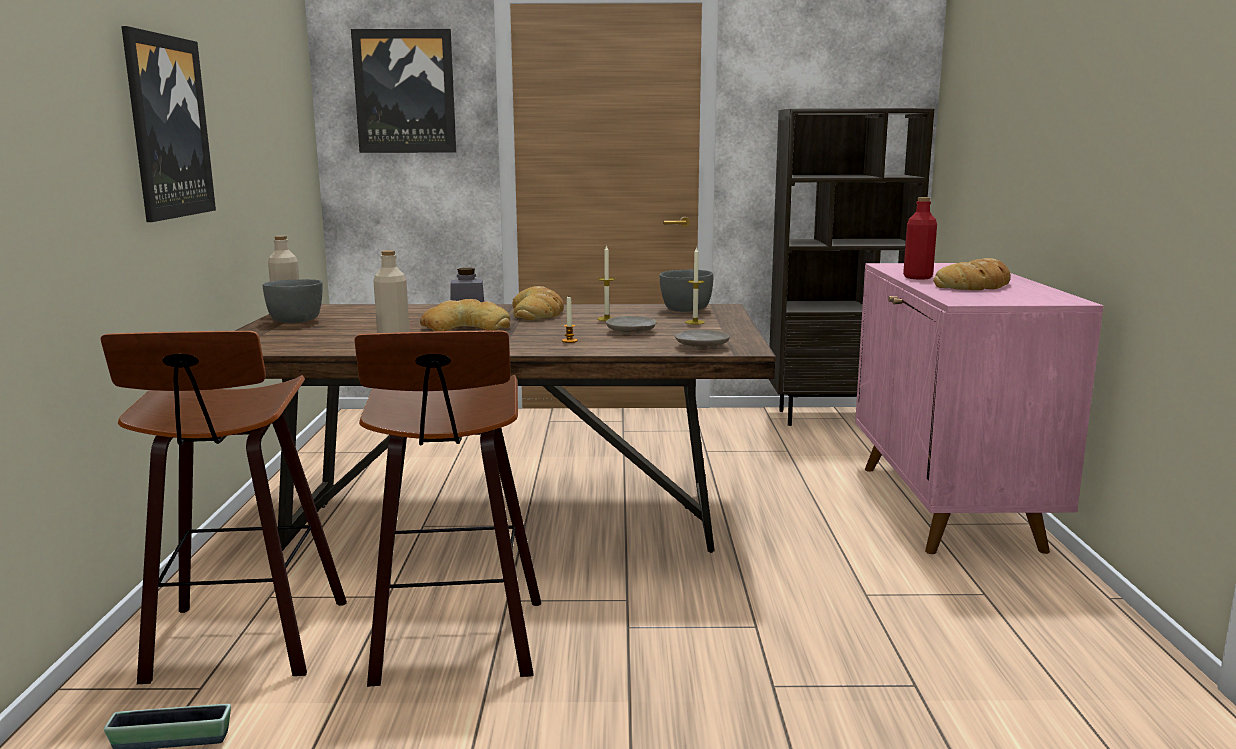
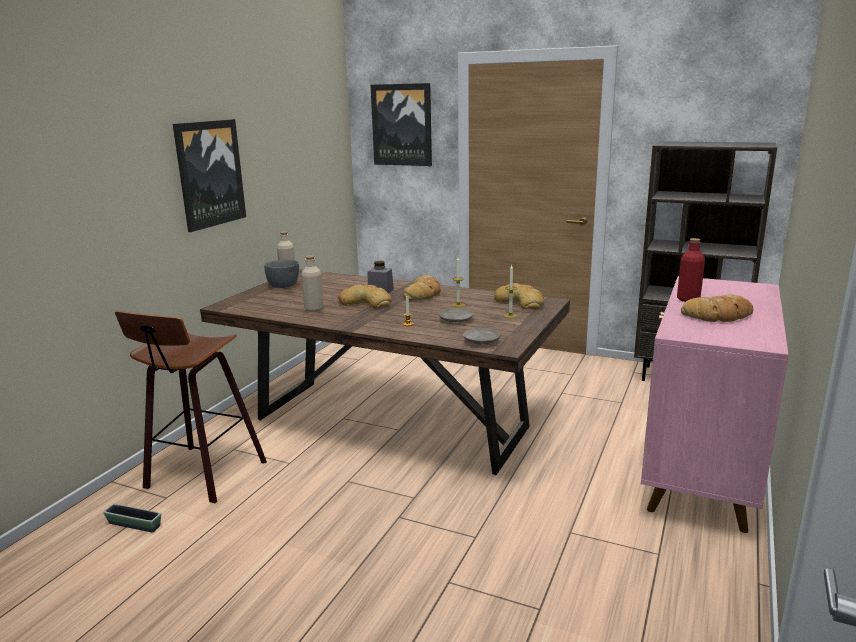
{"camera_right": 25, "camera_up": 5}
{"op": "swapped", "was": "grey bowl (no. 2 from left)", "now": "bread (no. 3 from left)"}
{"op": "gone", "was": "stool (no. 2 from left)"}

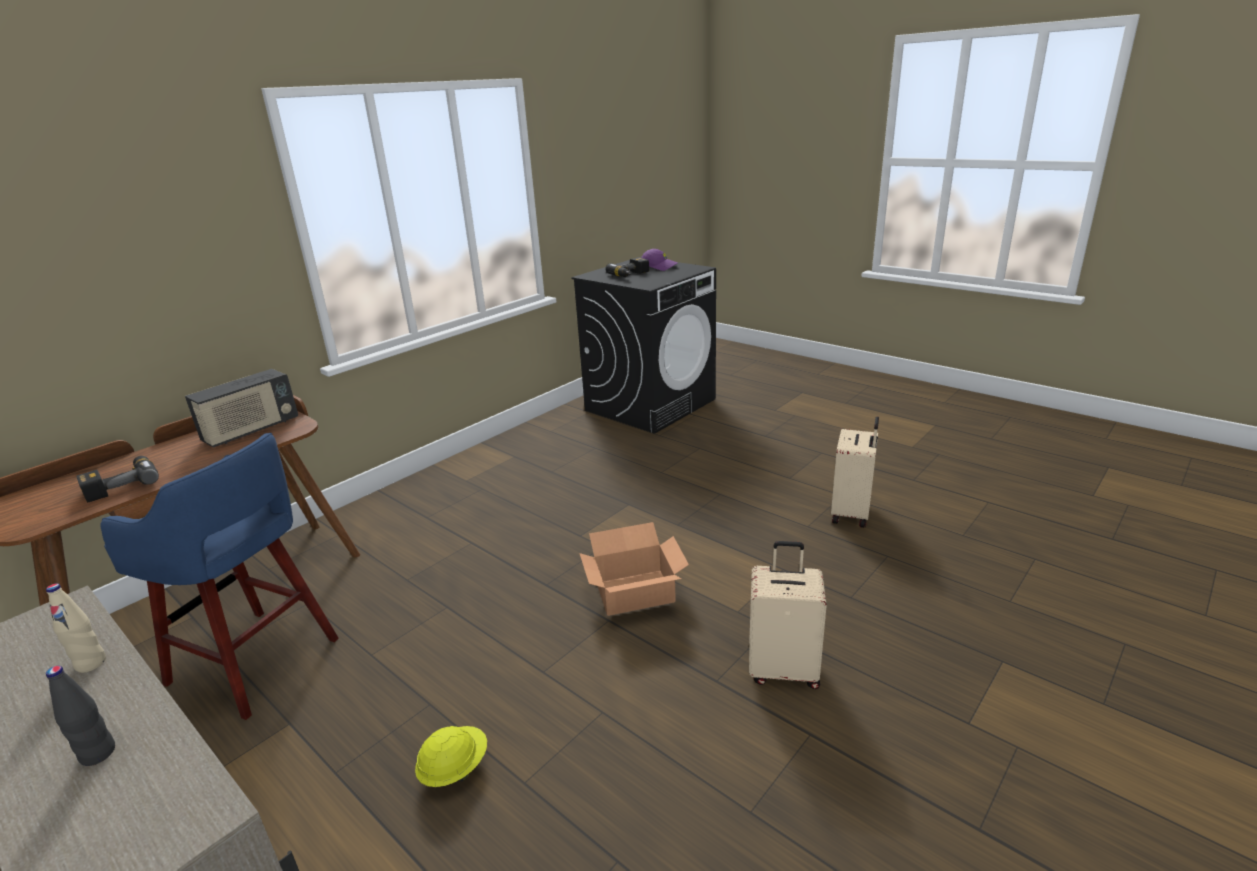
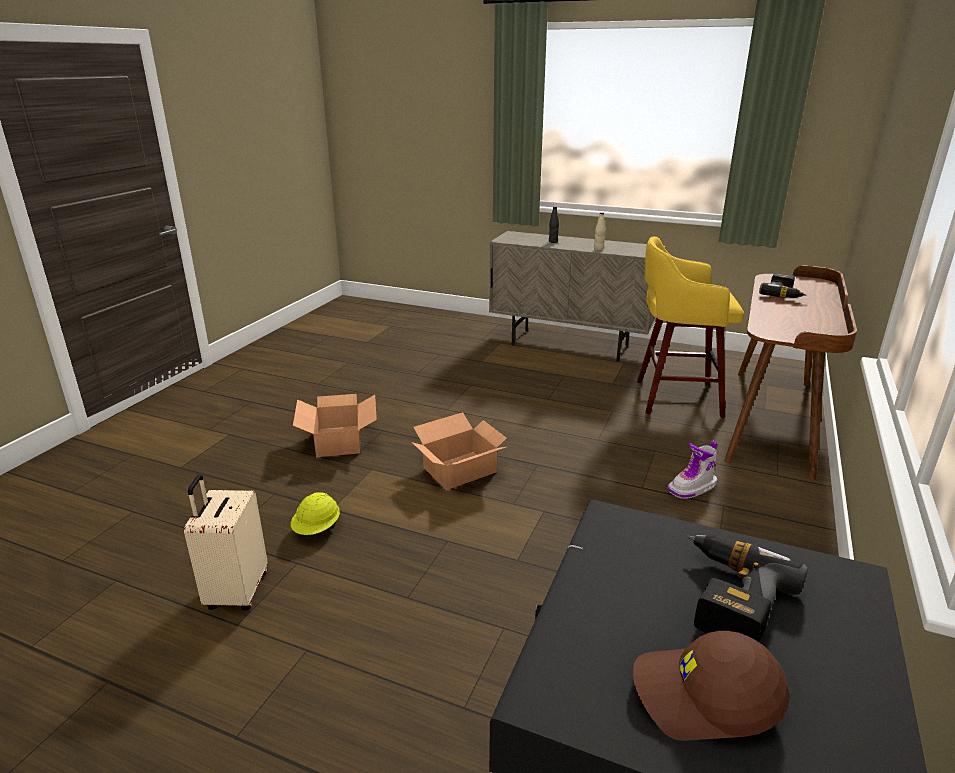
{"camera_right": 160, "camera_up": 0}
{"op": "shifted", "was": "yellow hard hat"}
{"op": "swapped", "was": "beige suitcase (no. 1 from left)", "now": "cardboard box (no. 1 from left)"}
{"op": "repainted", "was": "purple cap", "now": "brown cap"}
{"op": "repainted", "was": "blue stool", "now": "yellow stool"}
{"op": "new", "now": "boot"}
{"op": "gone", "was": "radio"}

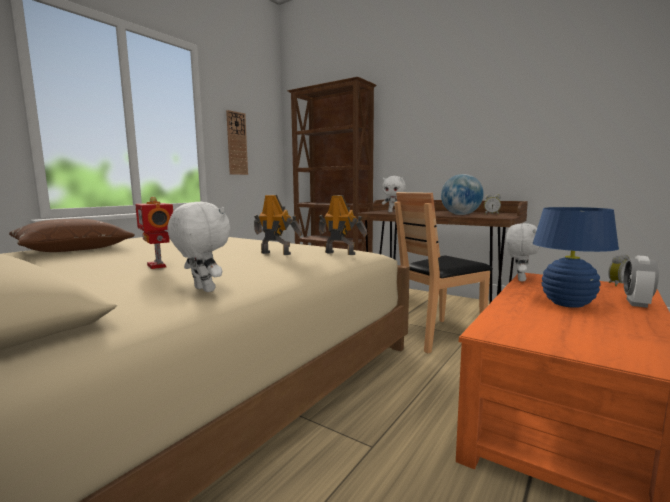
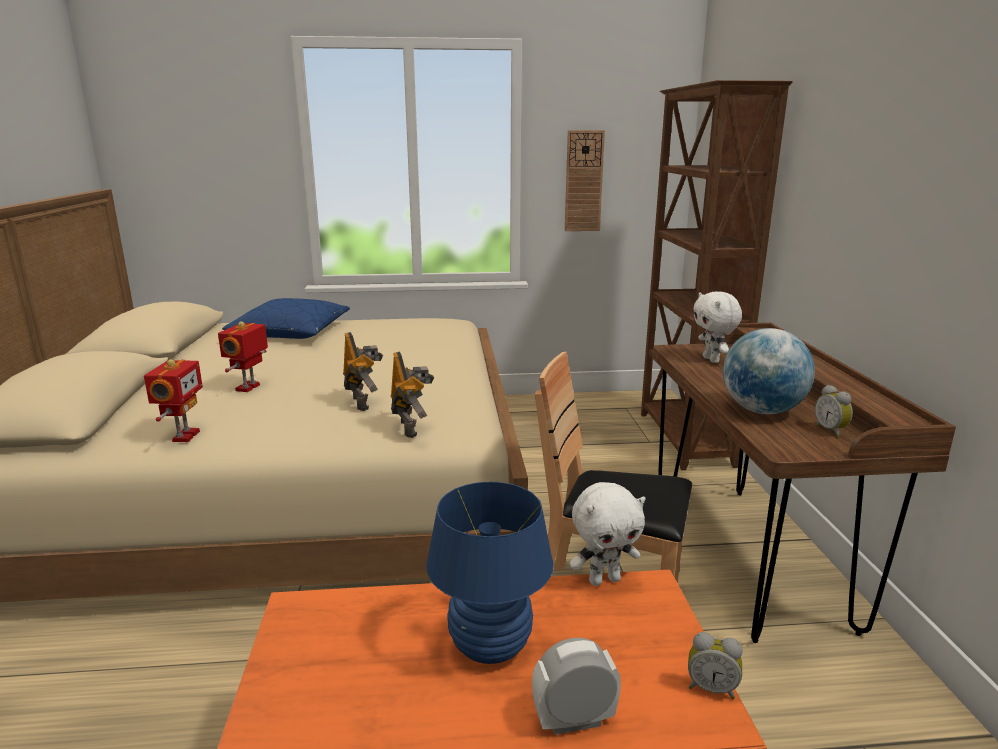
{"camera_right": 50, "camera_up": 10}
{"op": "swapped", "was": "white plush toy (no. 1 from left)", "now": "toy robot (no. 1 from left)"}
{"op": "repainted", "was": "brown pillow", "now": "blue pillow"}

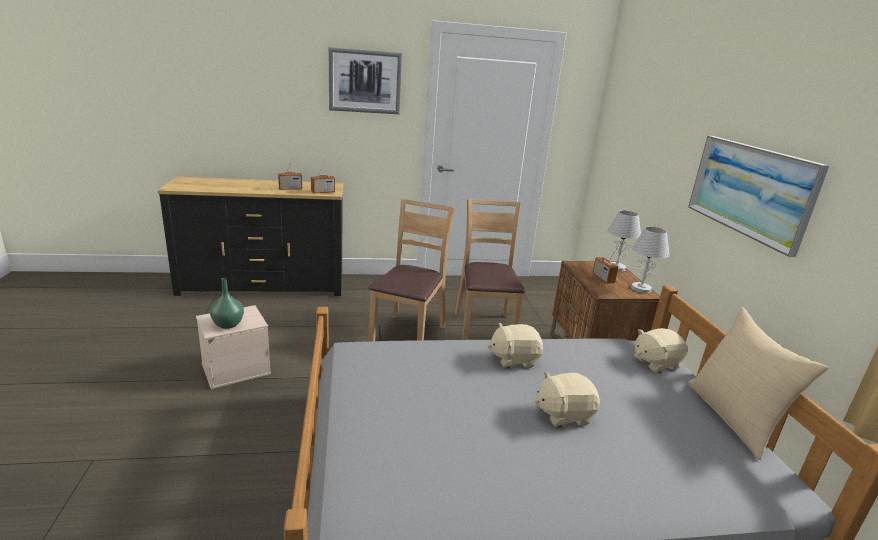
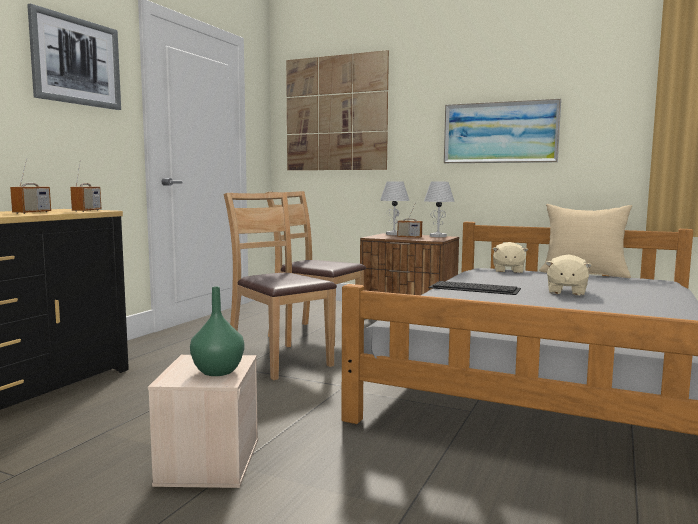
{"camera_right": -55, "camera_up": -15}
{"op": "new", "now": "picture (no. 2 from left)"}
{"op": "swapped", "was": "beige plush toy (no. 1 from left)", "now": "keyboard"}

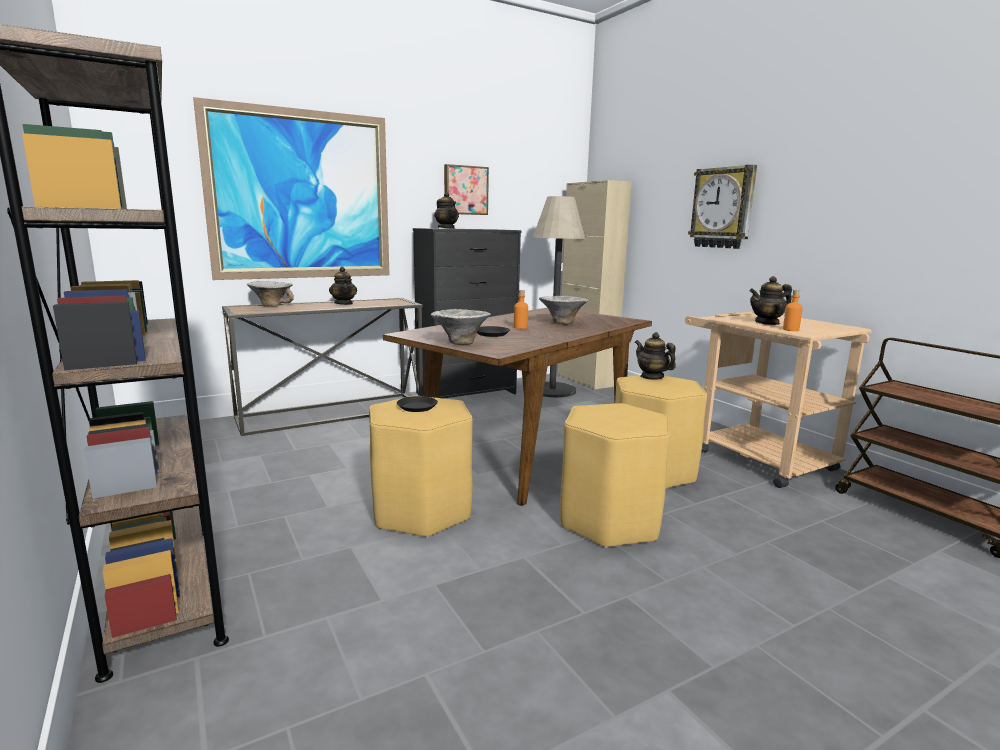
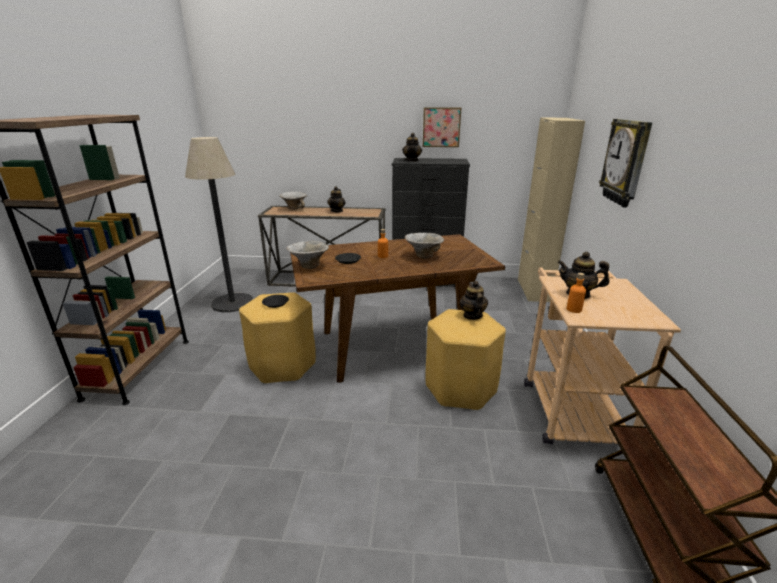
{"camera_right": 35, "camera_up": 10}
{"op": "shifted", "was": "floor lamp"}
{"op": "gone", "was": "picture (no. 1 from left)"}
{"op": "gone", "was": "yellow stool (no. 2 from left)"}

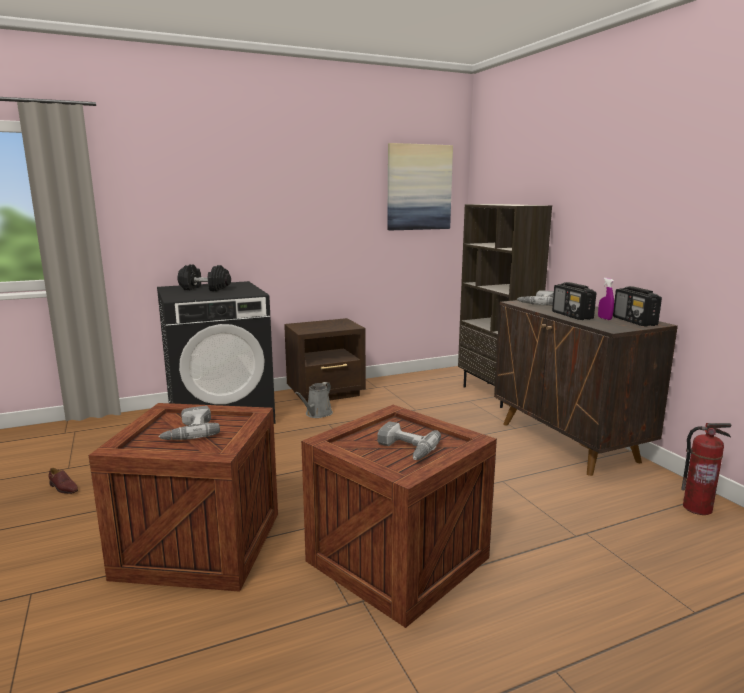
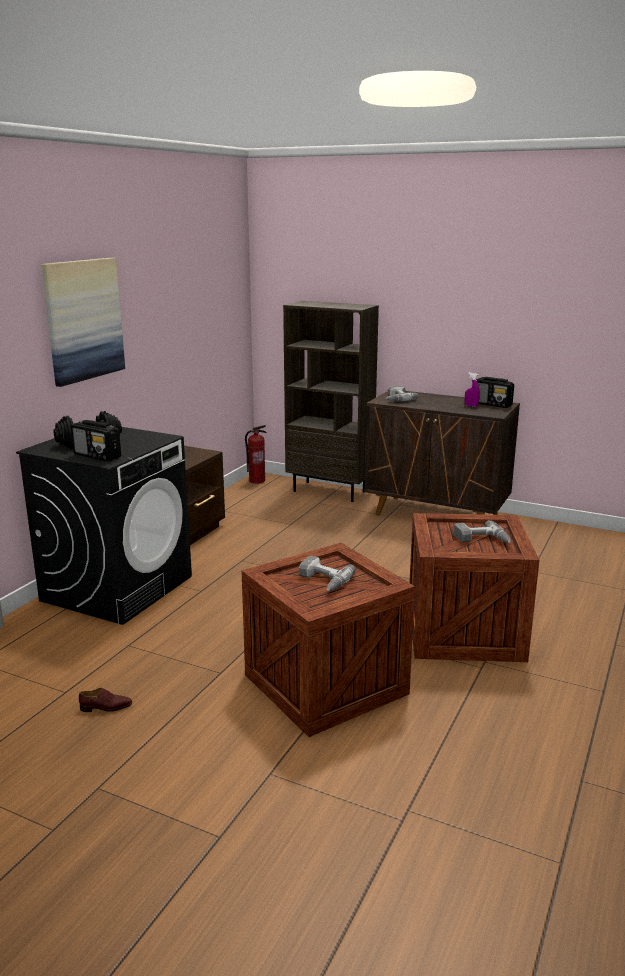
{"camera_right": -40, "camera_up": 5}
{"op": "shifted", "was": "picture"}
{"op": "shifted", "was": "radio (no. 1 from left)"}
{"op": "shifted", "was": "fire extinguisher"}
{"op": "gone", "was": "grey watering can"}

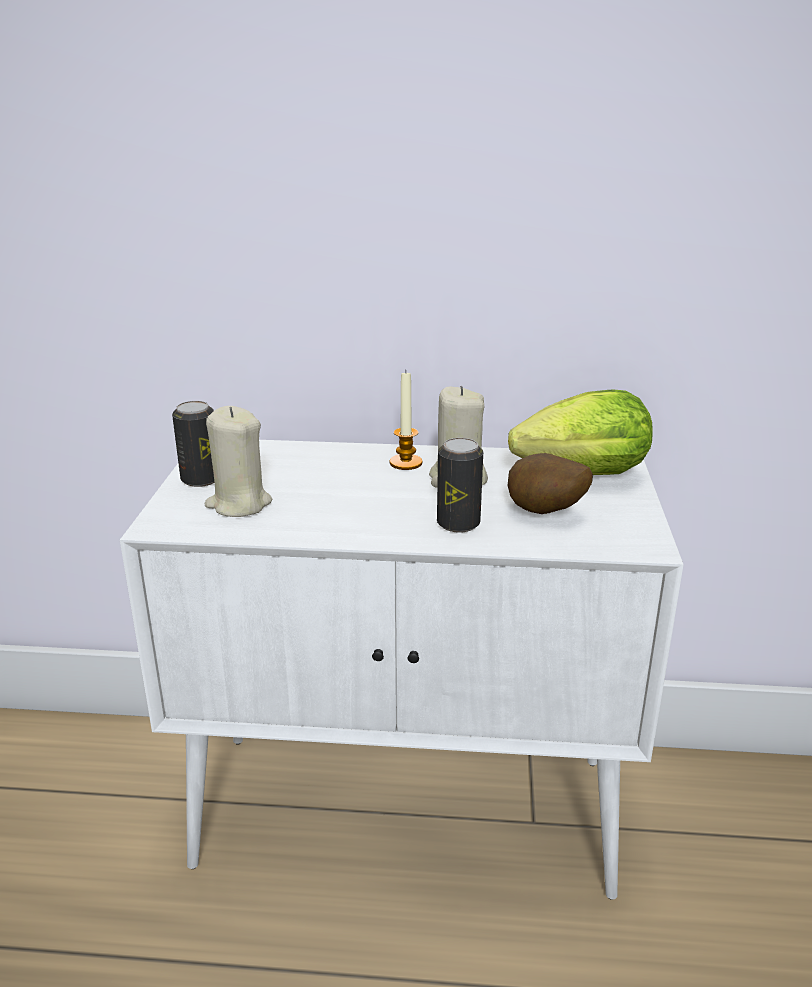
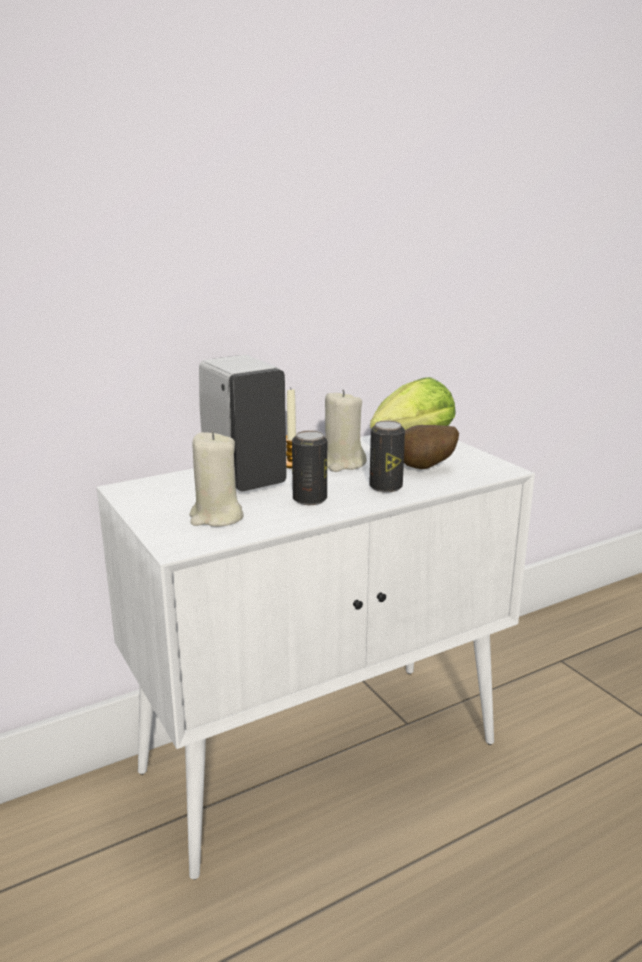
{"camera_right": -35, "camera_up": -5}
{"op": "new", "now": "white soap dispenser"}
{"op": "shifted", "was": "can (no. 1 from left)"}

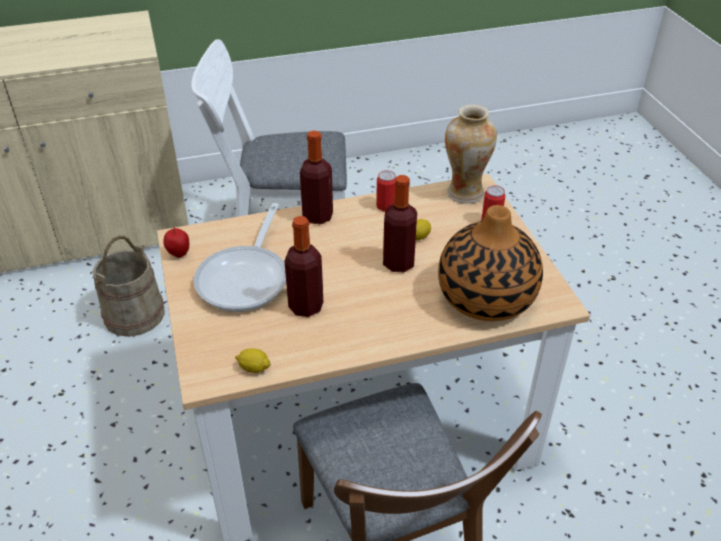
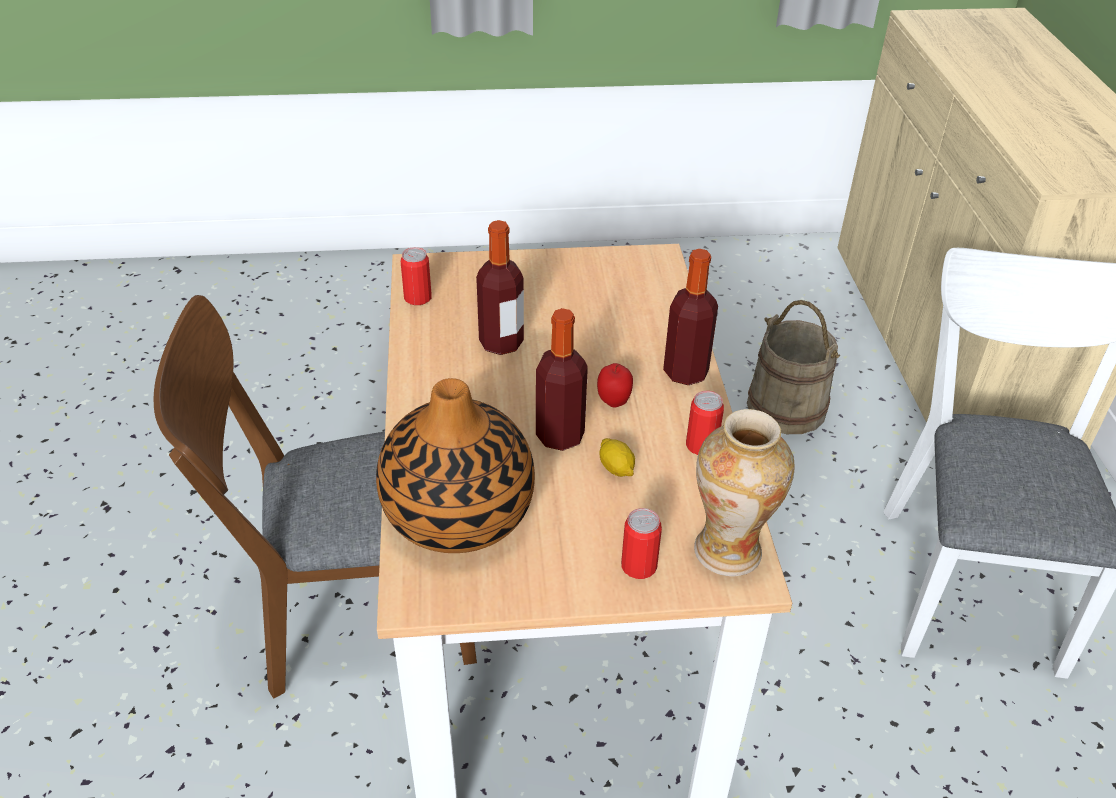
{"camera_right": 100, "camera_up": 0}
{"op": "swapped", "was": "lemon (no. 1 from left)", "now": "can (no. 1 from left)"}
{"op": "shifted", "was": "apple"}
{"op": "gone", "was": "frying pan"}

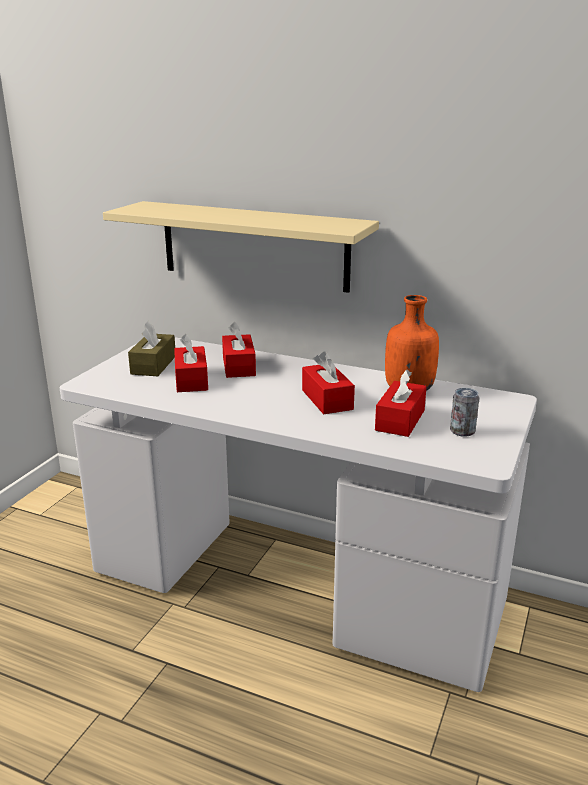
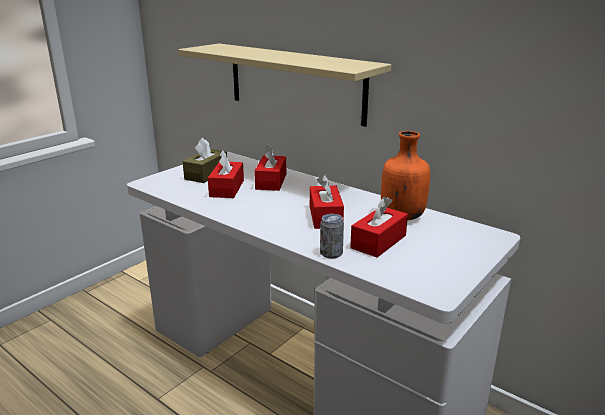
{"camera_right": 15, "camera_up": 0}
{"op": "shifted", "was": "can"}

